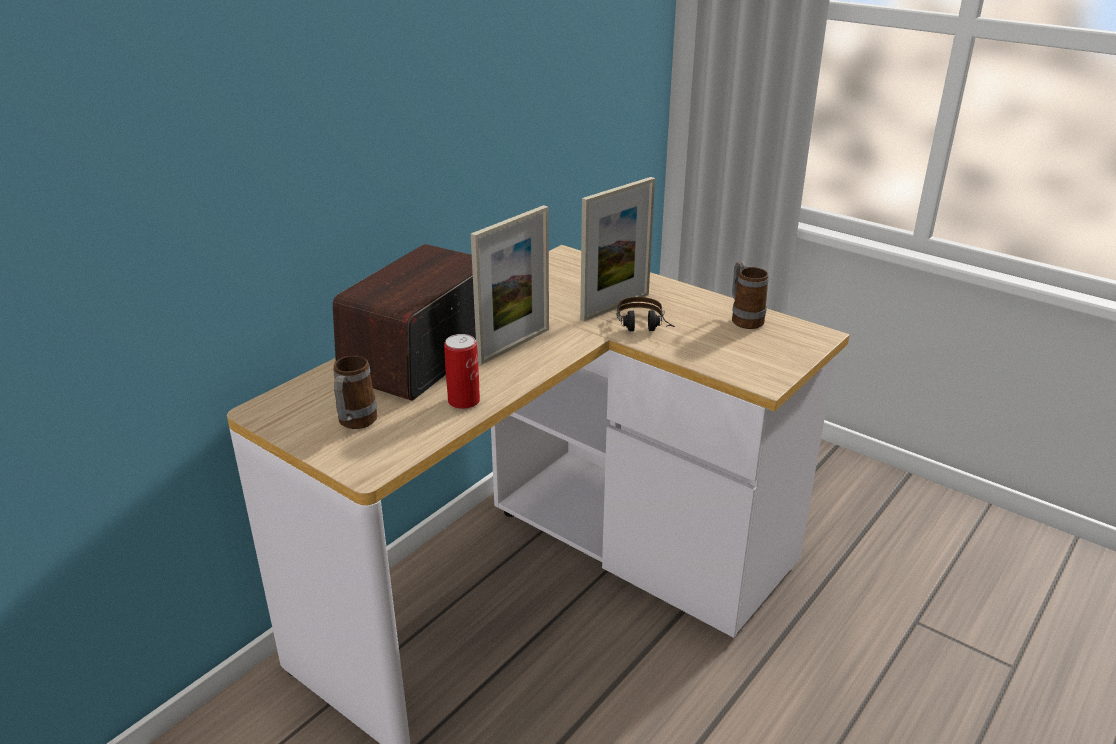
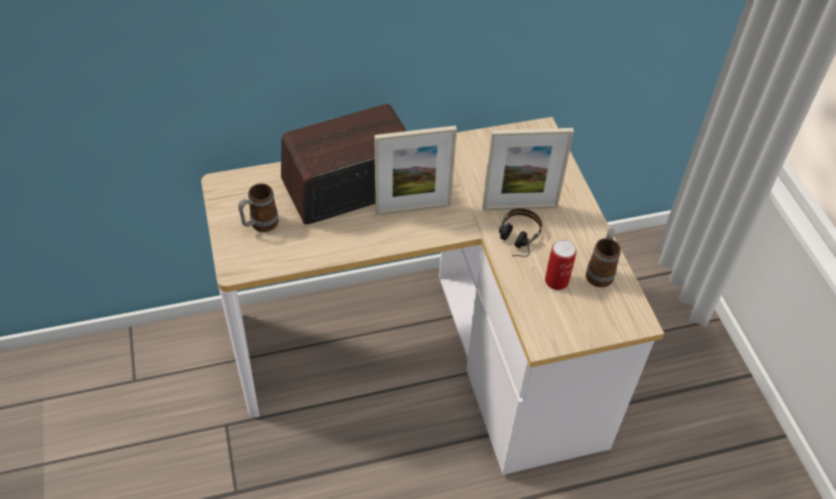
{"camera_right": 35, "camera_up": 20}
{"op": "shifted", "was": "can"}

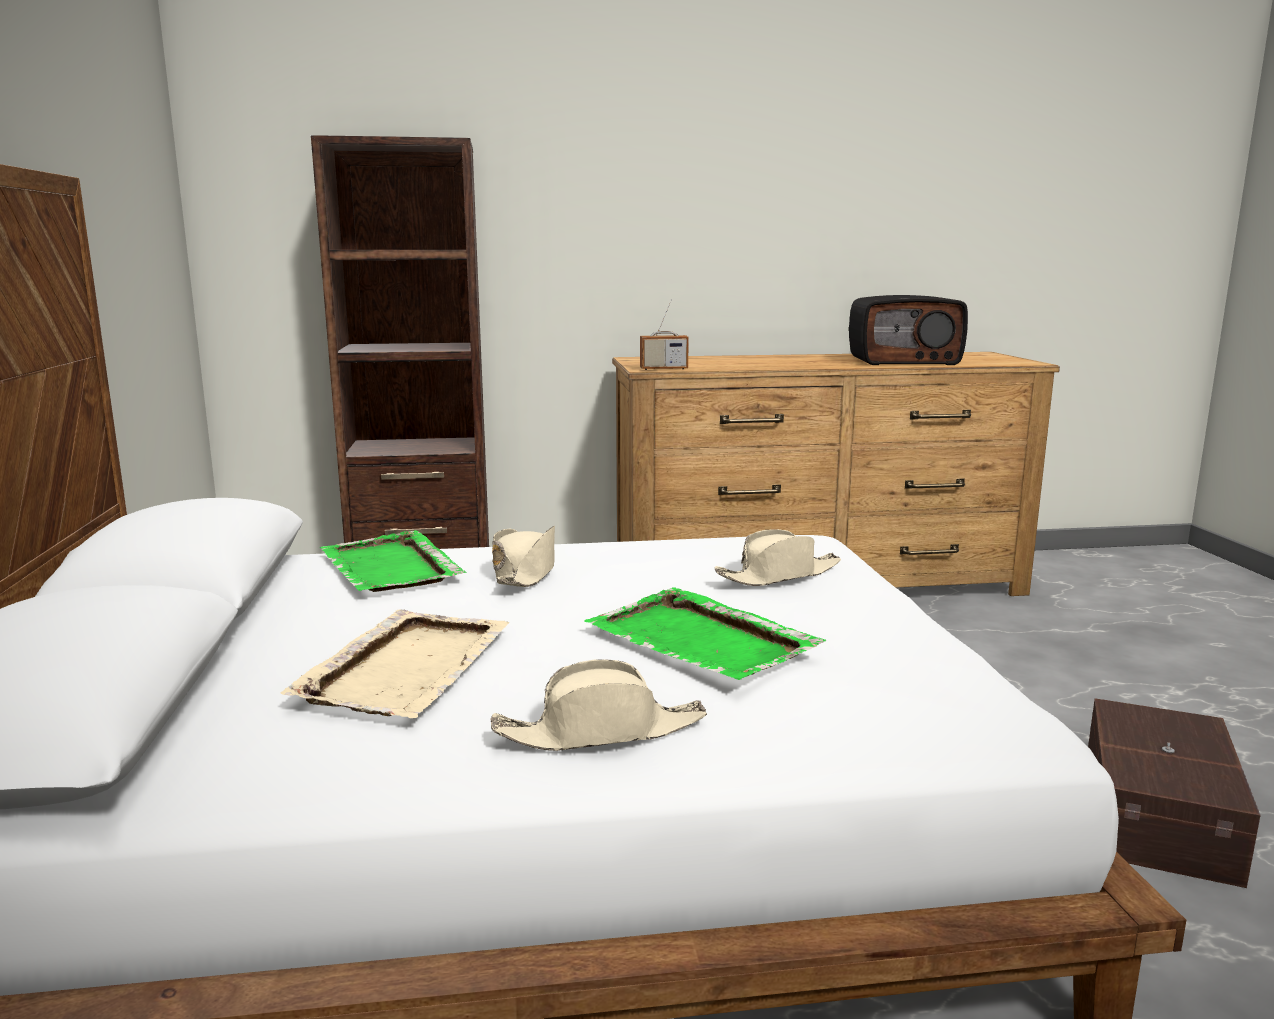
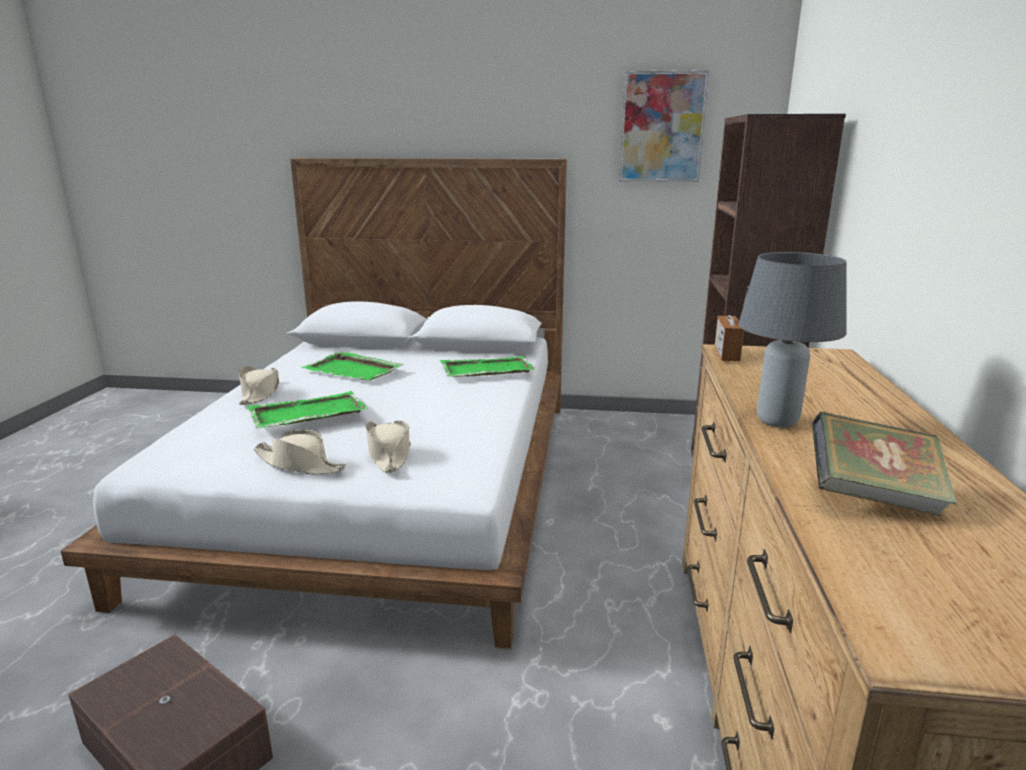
{"camera_right": 105, "camera_up": 5}
{"op": "shifted", "was": "beige hat (no. 1 from left in the first image)", "now": "beige hat (no. 2 from left)"}
{"op": "repainted", "was": "beige tray", "now": "green tray (no. 2 from left)"}
{"op": "new", "now": "picture"}
{"op": "new", "now": "grey table lamp"}
{"op": "swapped", "was": "radio (no. 2 from left)", "now": "book"}

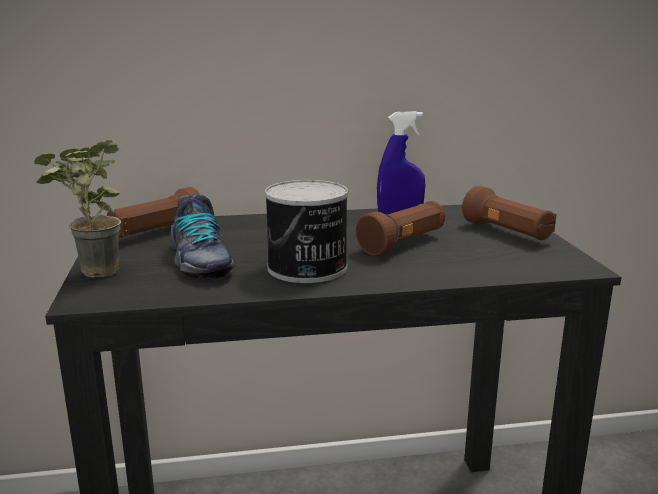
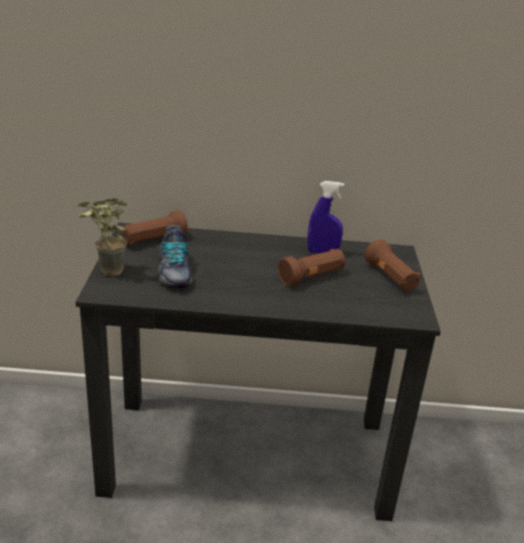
{"camera_right": 10, "camera_up": 10}
{"op": "gone", "was": "can"}

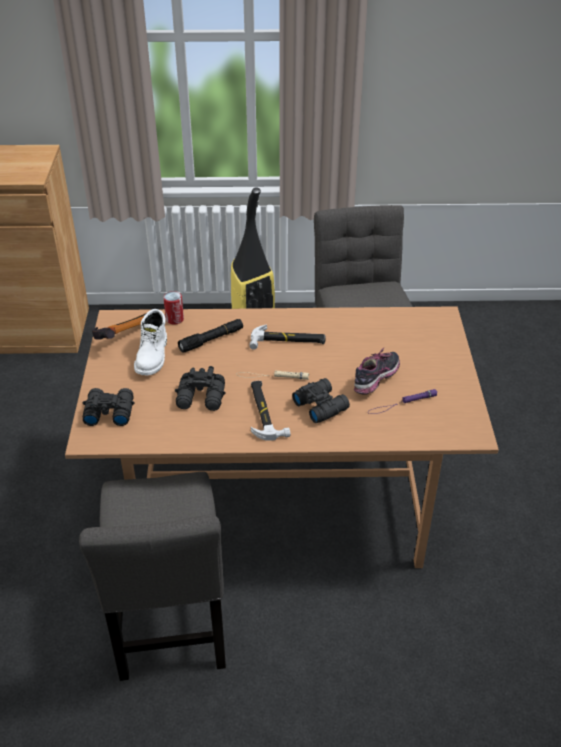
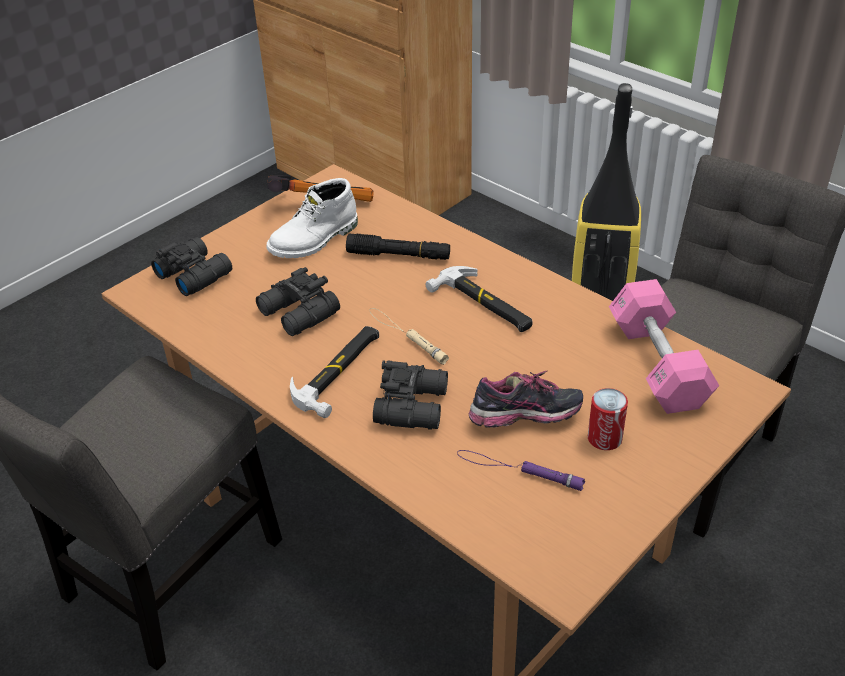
{"camera_right": 45, "camera_up": 0}
{"op": "shifted", "was": "can"}
{"op": "new", "now": "pink dumbbell"}

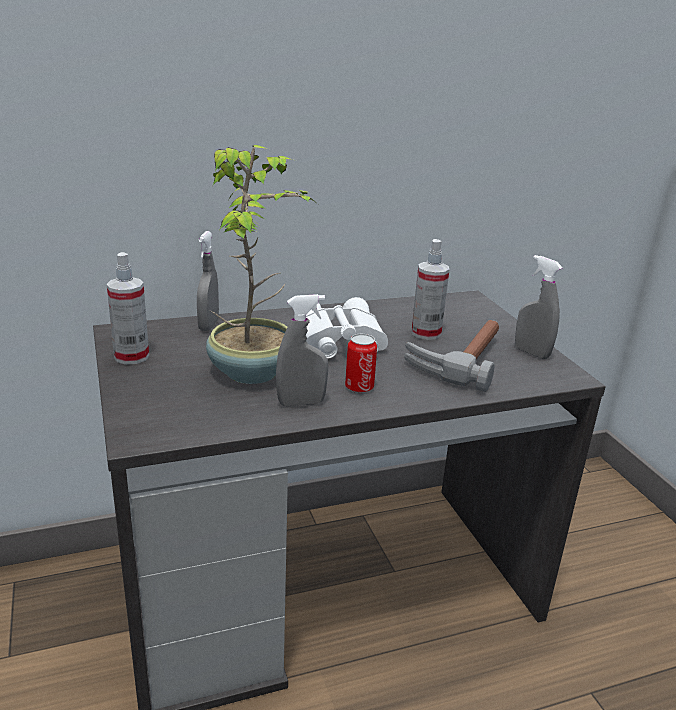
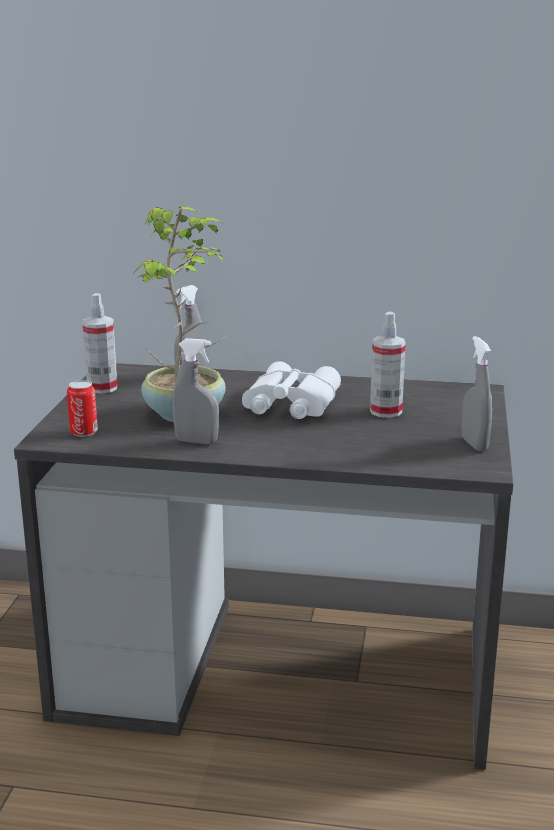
{"camera_right": 30, "camera_up": -5}
{"op": "shifted", "was": "can"}
{"op": "gone", "was": "hammer"}

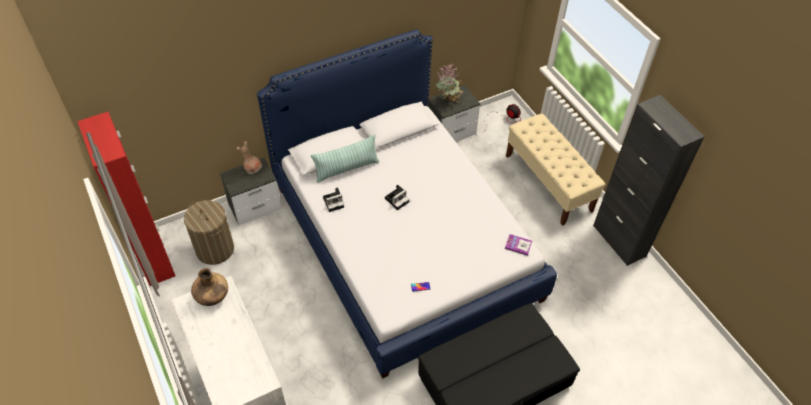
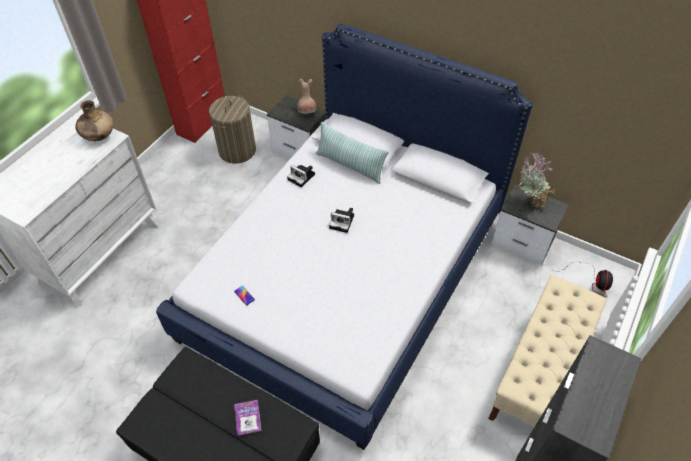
{"camera_right": 60, "camera_up": 0}
{"op": "shifted", "was": "book"}

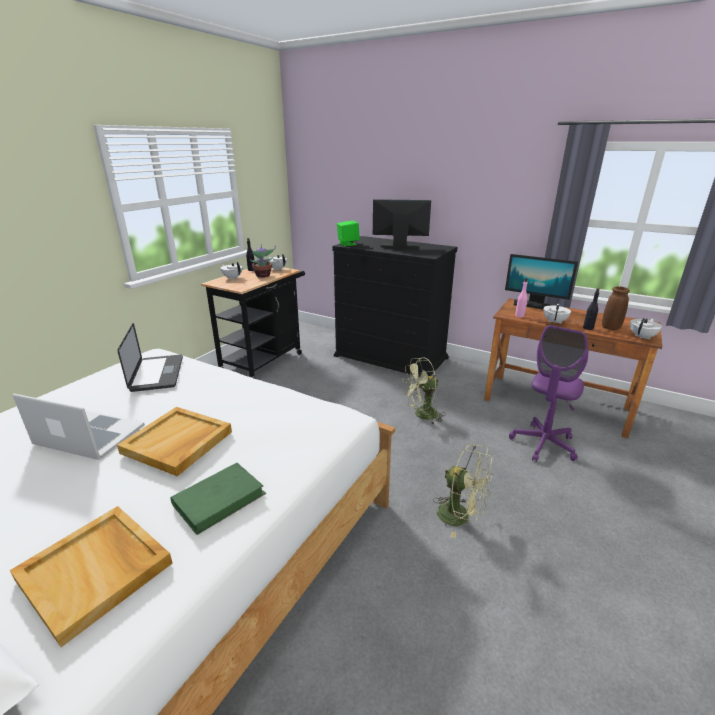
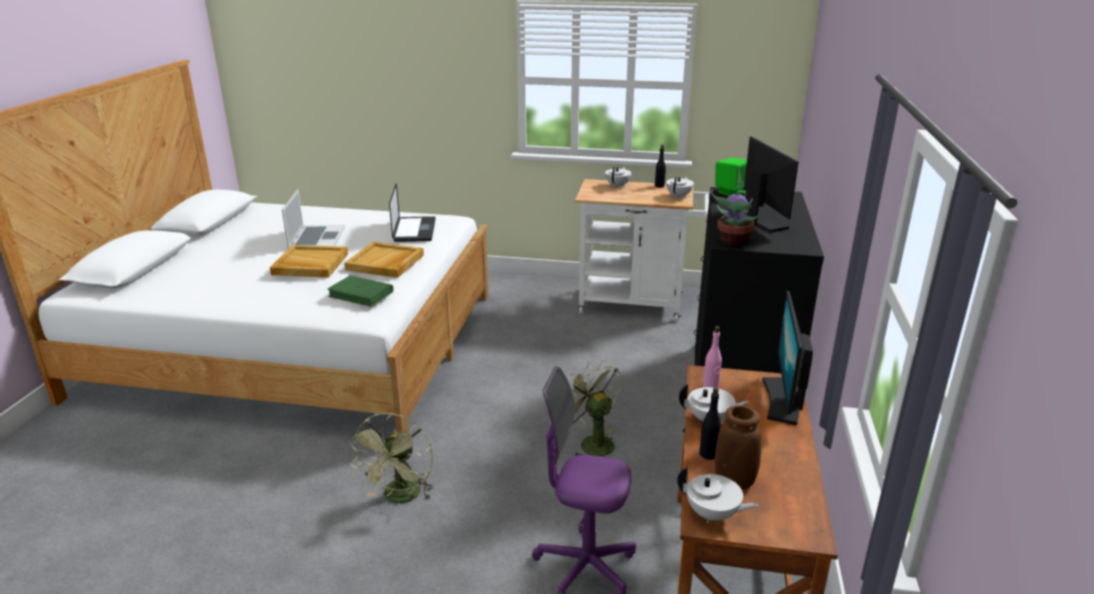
{"camera_right": 70, "camera_up": 0}
{"op": "shifted", "was": "green book"}
{"op": "shifted", "was": "beige tray (no. 1 from left in the first image)", "now": "beige tray (no. 2 from left)"}
{"op": "rotated", "was": "laptop (no. 2 from left)", "clockwise": -60}
{"op": "repainted", "was": "black cart", "now": "white cart"}
{"op": "shifted", "was": "potted plant"}

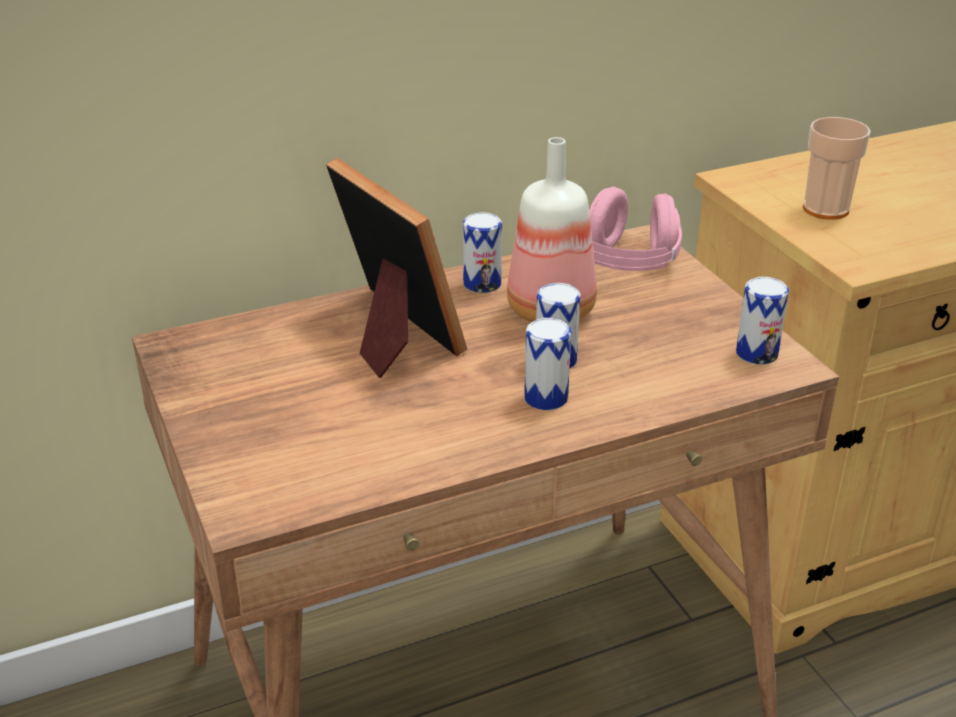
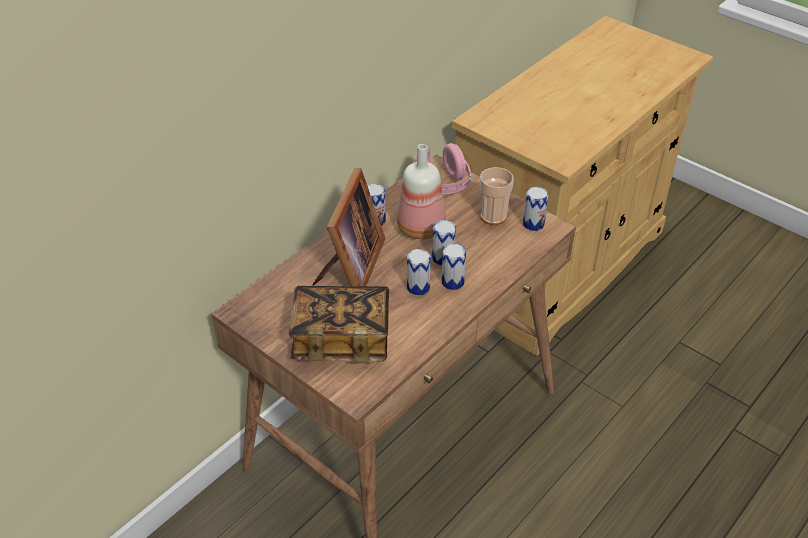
{"camera_right": -25, "camera_up": 10}
{"op": "new", "now": "book"}
{"op": "rotated", "was": "picture frame", "clockwise": 75}
{"op": "new", "now": "can (no. 2 from left)"}
{"op": "shifted", "was": "cup"}

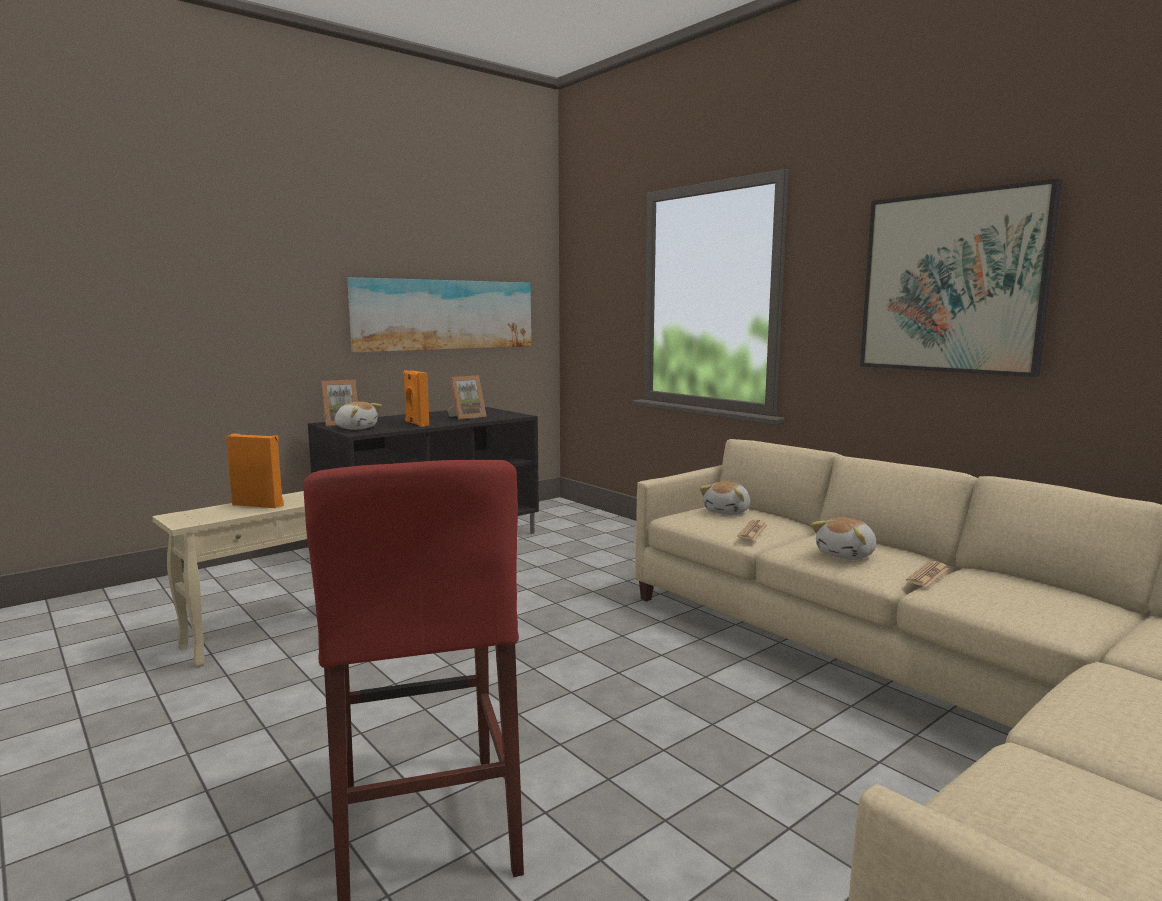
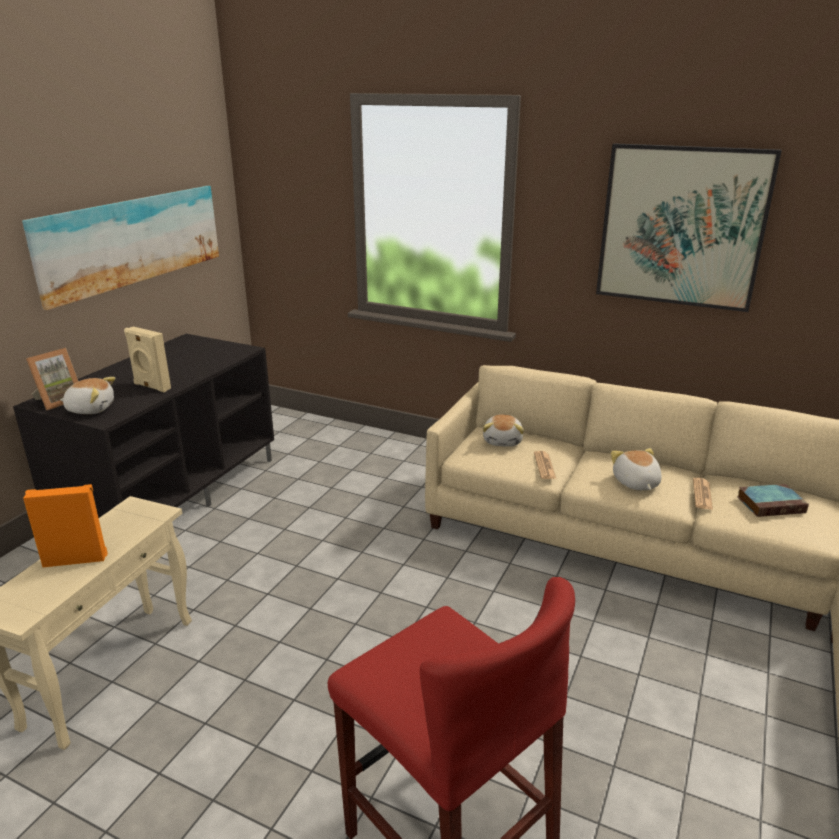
{"camera_right": -25, "camera_up": 15}
{"op": "repainted", "was": "orange speaker (no. 2 from left)", "now": "beige speaker"}
{"op": "rotated", "was": "plush toy (no. 3 from left)", "clockwise": 150}
{"op": "new", "now": "book"}
{"op": "gone", "was": "picture frame (no. 2 from left)"}

